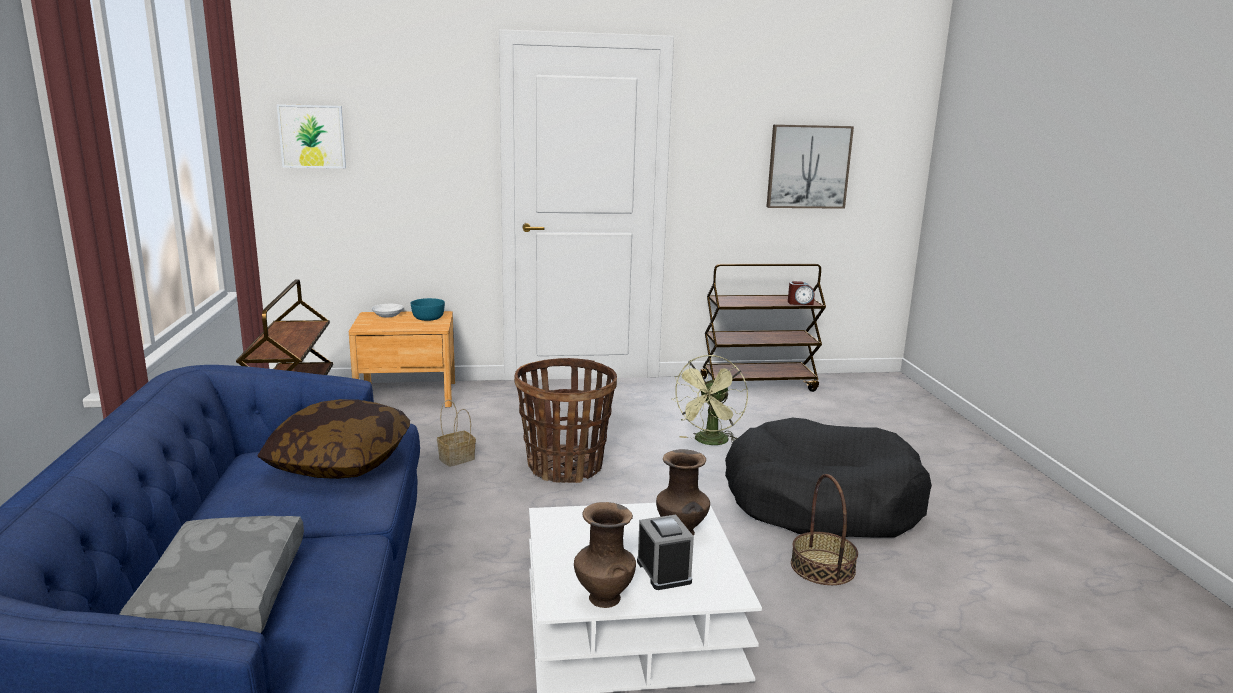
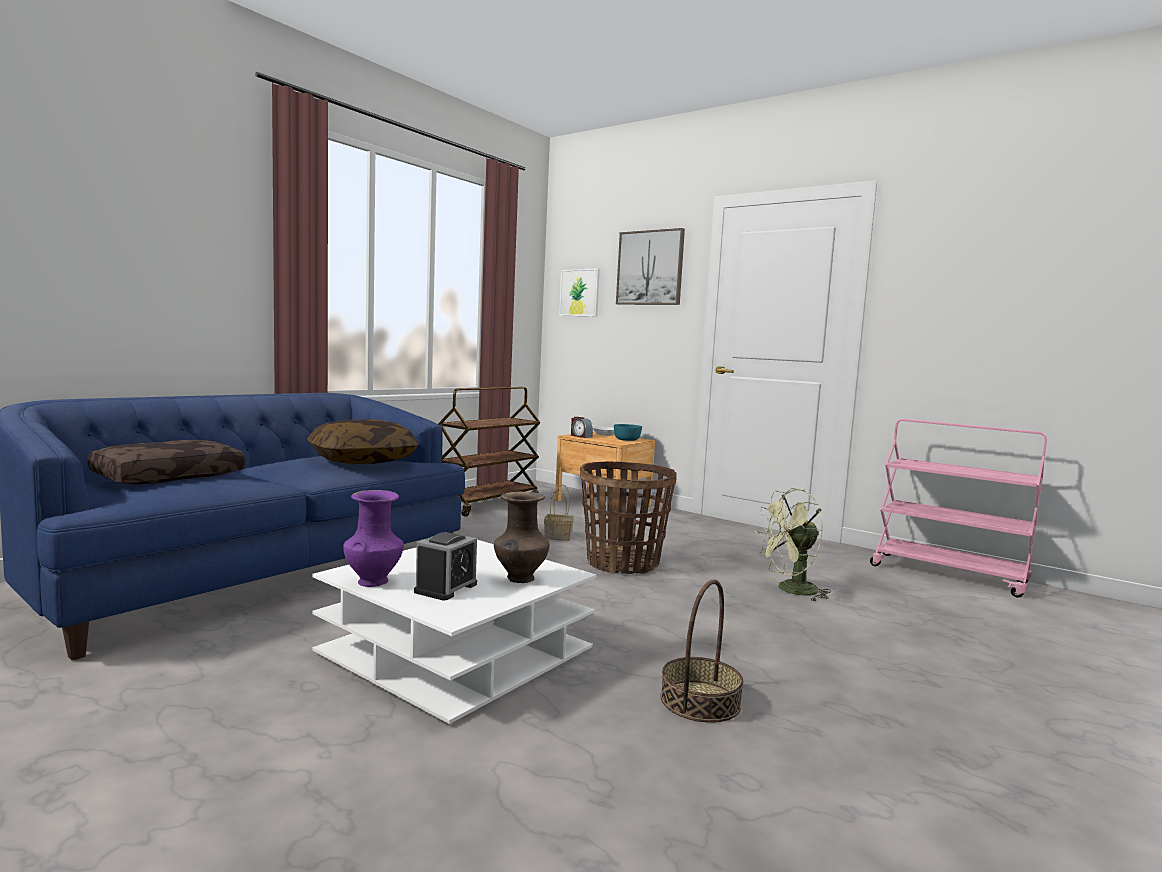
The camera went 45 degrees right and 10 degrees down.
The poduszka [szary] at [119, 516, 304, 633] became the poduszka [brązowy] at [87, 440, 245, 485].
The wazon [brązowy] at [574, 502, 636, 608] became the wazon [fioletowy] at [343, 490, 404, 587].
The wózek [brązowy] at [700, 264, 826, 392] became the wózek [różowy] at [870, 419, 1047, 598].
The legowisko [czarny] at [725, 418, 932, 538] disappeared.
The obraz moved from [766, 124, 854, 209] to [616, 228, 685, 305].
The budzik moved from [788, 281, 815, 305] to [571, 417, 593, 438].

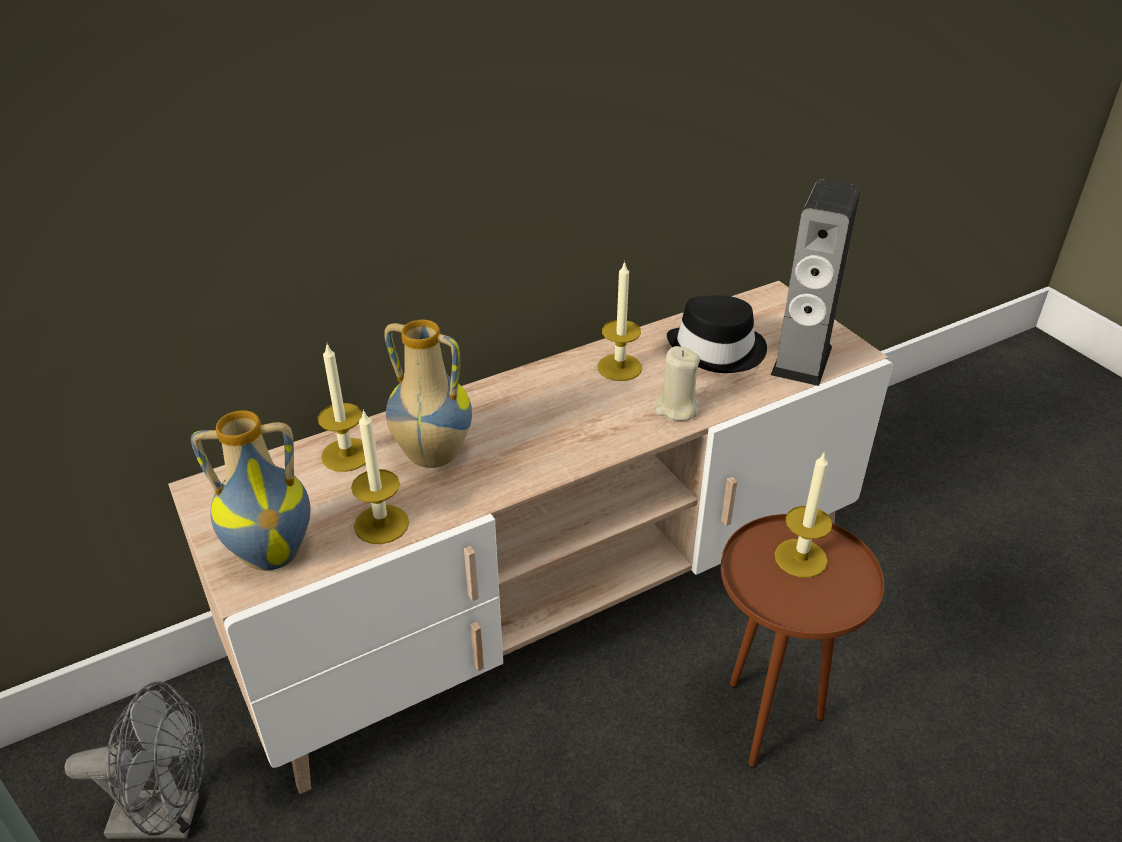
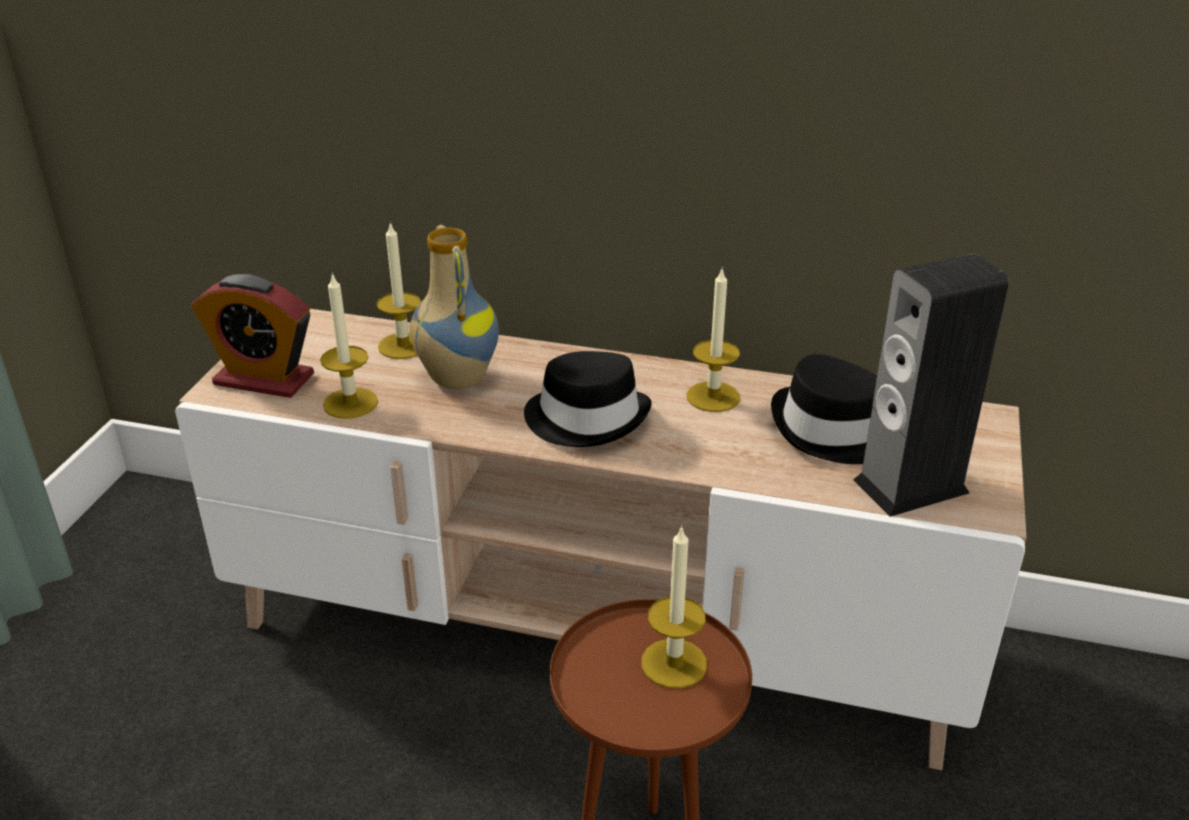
The camera went 45 degrees right and 5 degrees down.
The wentylator [szary] at [64, 681, 205, 839] disappeared.
The wazon at [191, 410, 310, 571] was replaced by the budzik at [191, 274, 314, 398].
The świeca [beżowy] at [655, 346, 700, 421] disappeared.
The kapelusz [czarny] at [524, 351, 652, 447] appeared.

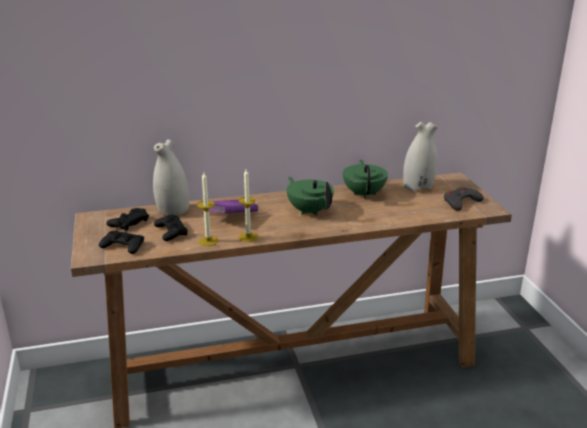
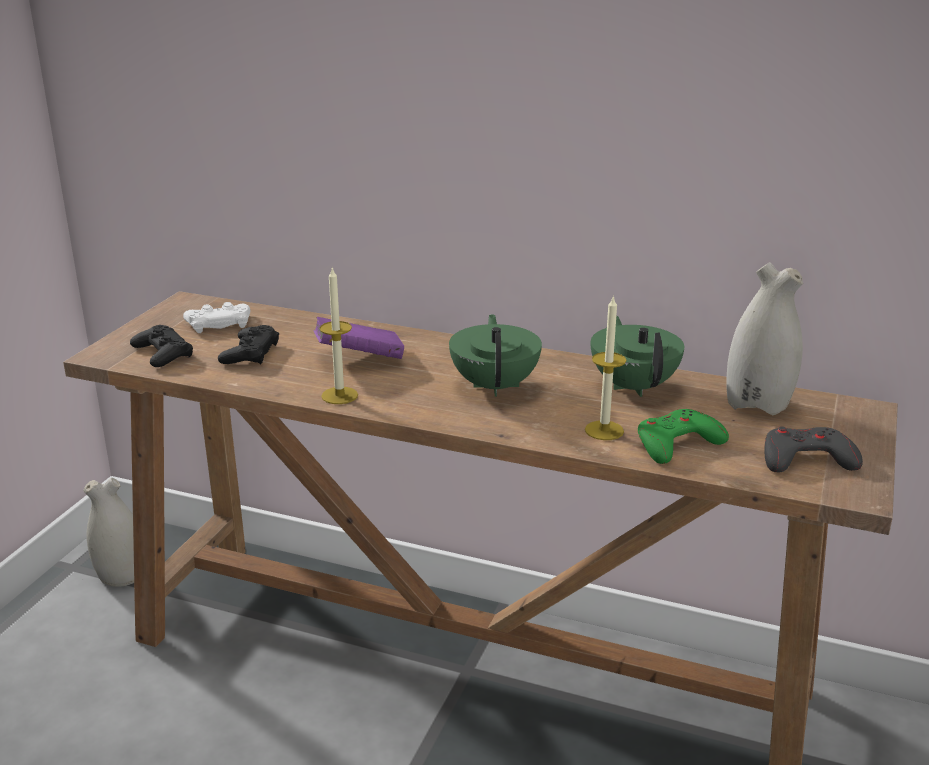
The camera went 35 degrees right and 0 degrees up.
The pad do gier [czarny] at [106, 208, 149, 231] became the pad do gier [biały] at [183, 302, 250, 333].
The wazon [biały] moved from [153, 140, 189, 216] to [83, 478, 134, 587].
The świeca moved from [197, 173, 219, 246] to [585, 295, 626, 440].
The imbryk [zielony] at [343, 160, 388, 199] turned 45 degrees counterclockwise.
The pad do gier [zielony] at [638, 409, 729, 464] appeared.

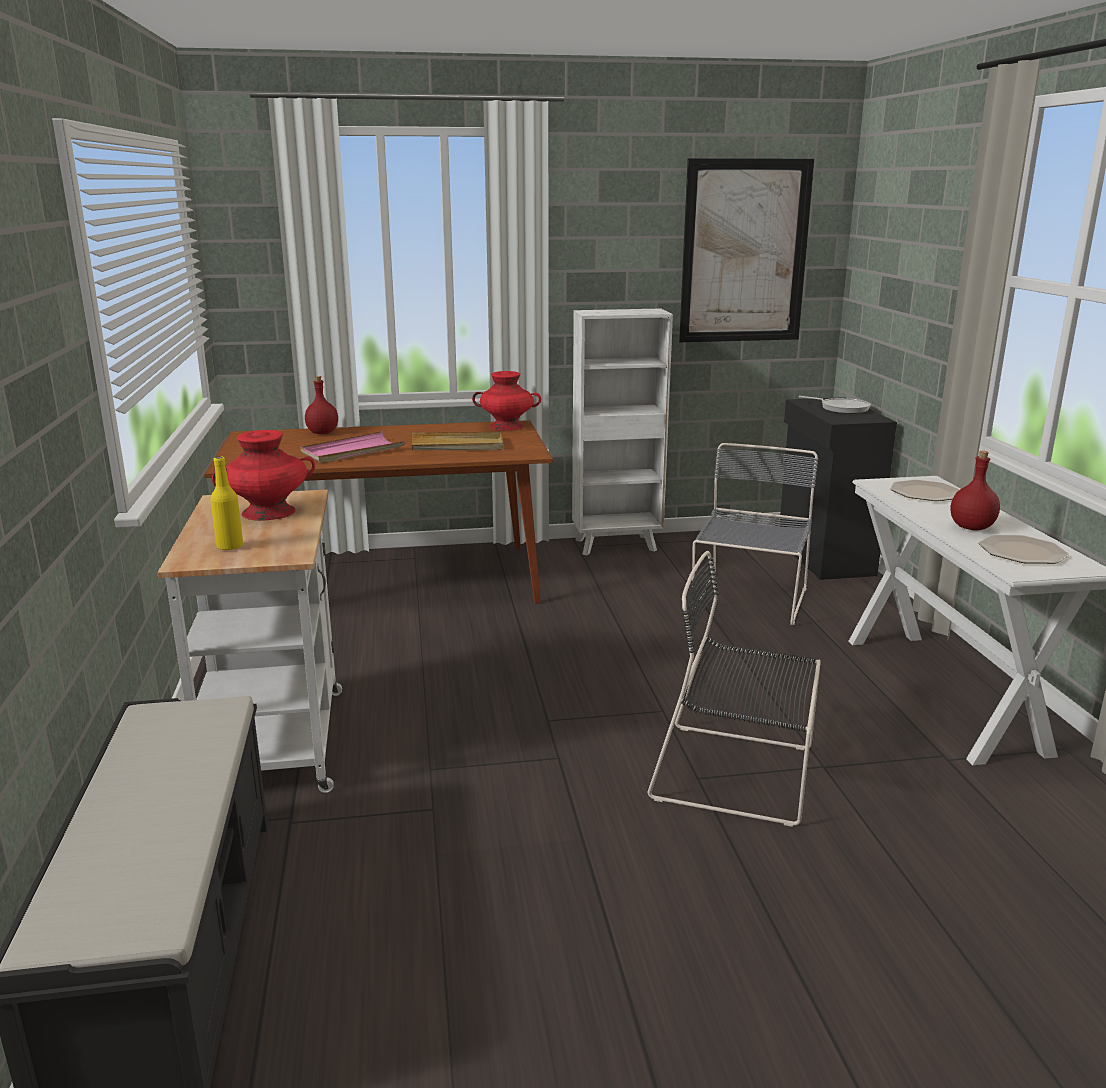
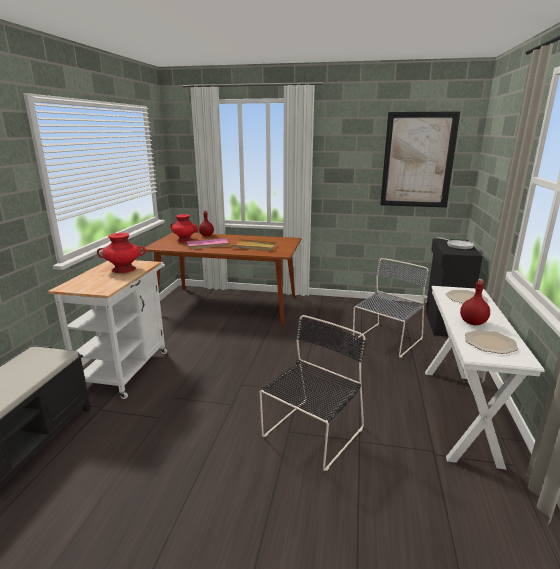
The camera went 20 degrees right and 0 degrees up.
The butelka [żółty] at [210, 457, 243, 550] disappeared.
The wazon [czerwony] moved from [472, 371, 541, 431] to [170, 214, 198, 243].
The regał [biały] at [572, 308, 673, 556] disappeared.
The krzesło [czarny] at [648, 551, 821, 827] turned 90 degrees clockwise.

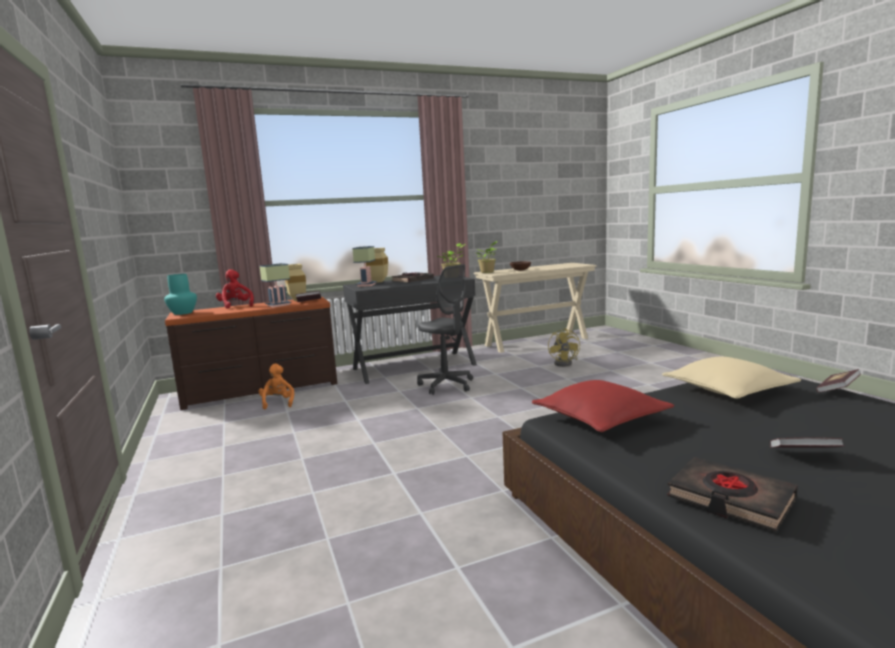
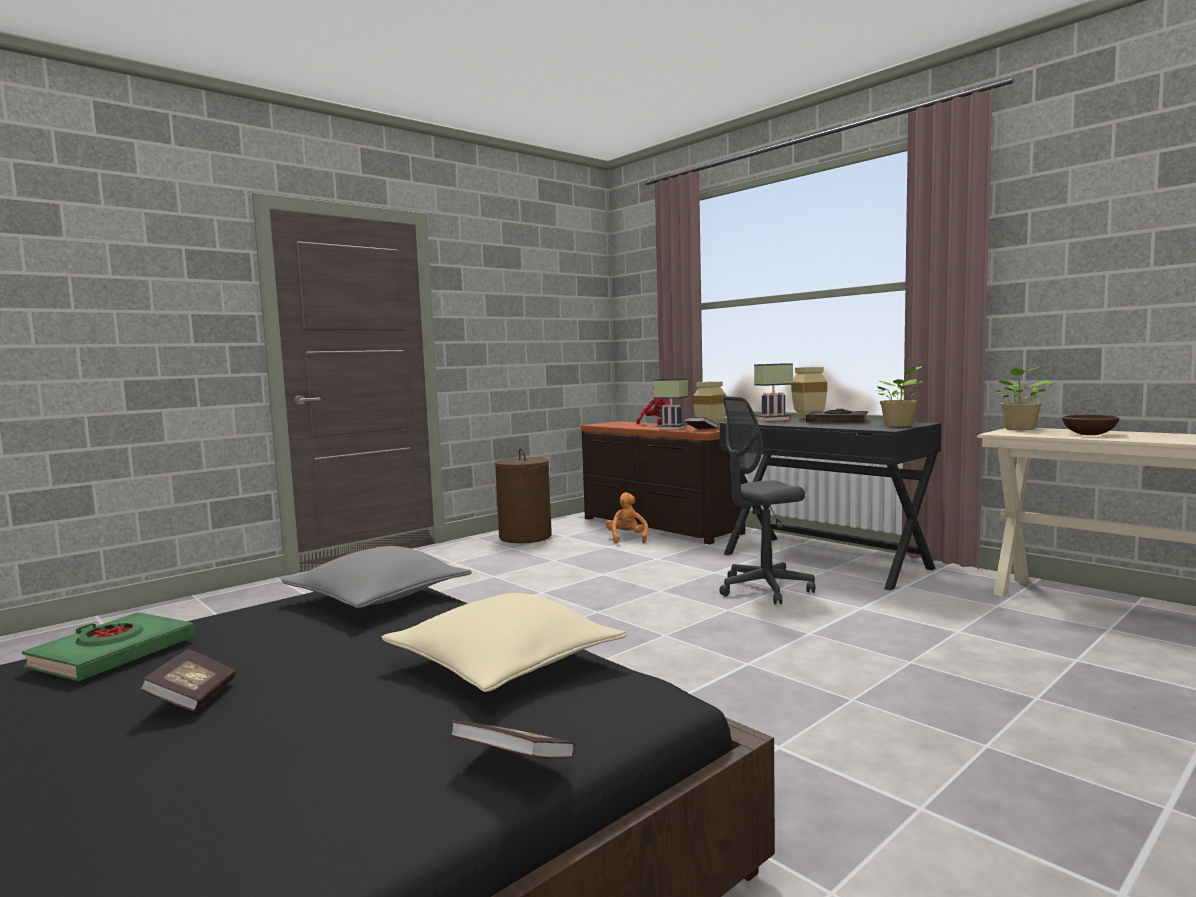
The camera went 70 degrees right and 5 degrees down.
The wazon [turkusowy] at [164, 274, 197, 315] disappeared.
The pluszak [pomarańczowy] at [259, 364, 294, 409] turned 60 degrees counterclockwise.
The krzesło biurowe [szary] at [417, 264, 473, 395] turned 45 degrees clockwise.
The poduszka [czerwony] at [532, 380, 674, 432] became the poduszka [szary] at [281, 546, 472, 608].
The wentylator [żółty] at [548, 328, 580, 367] disappeared.
The książka [czarny] at [667, 457, 798, 532] became the książka [zielony] at [22, 612, 195, 681].
The kosz na pranie [brązowy] at [495, 448, 552, 543] appeared.

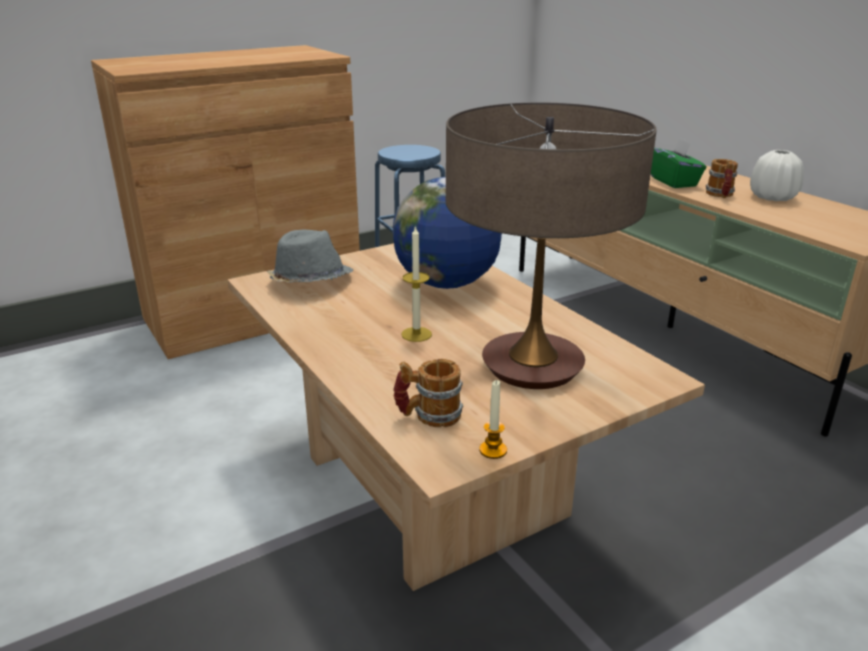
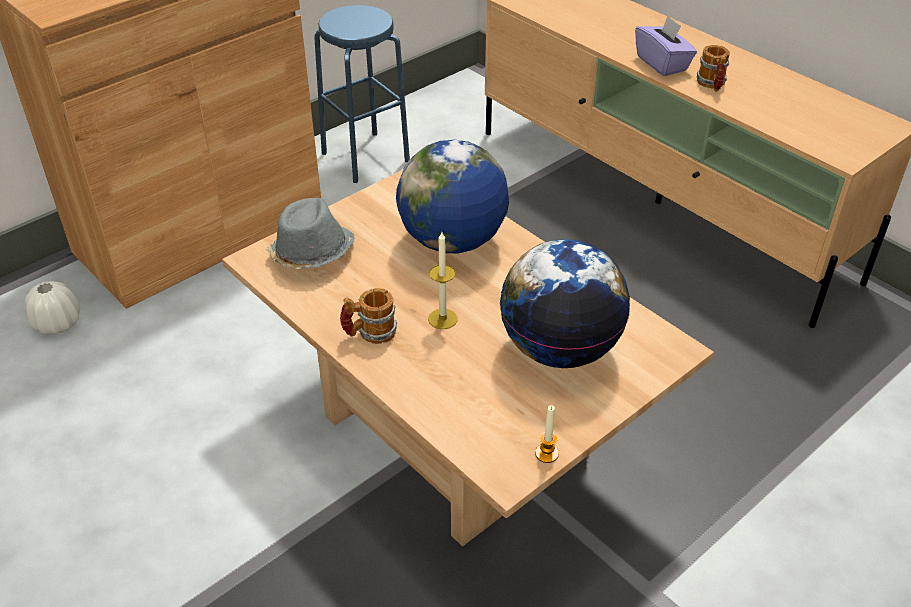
The camera went 10 degrees left and 15 degrees up.
The kubek moved from [393, 359, 463, 427] to [340, 288, 397, 344].
The lampa stołowa at [446, 102, 657, 389] was replaced by the globus at [500, 239, 630, 368].
The pudełko chusteczek [zielony] at [651, 138, 706, 188] became the pudełko chusteczek [fioletowy] at [635, 16, 697, 76].
The wazon [biały] moved from [750, 150, 804, 201] to [25, 281, 80, 335].

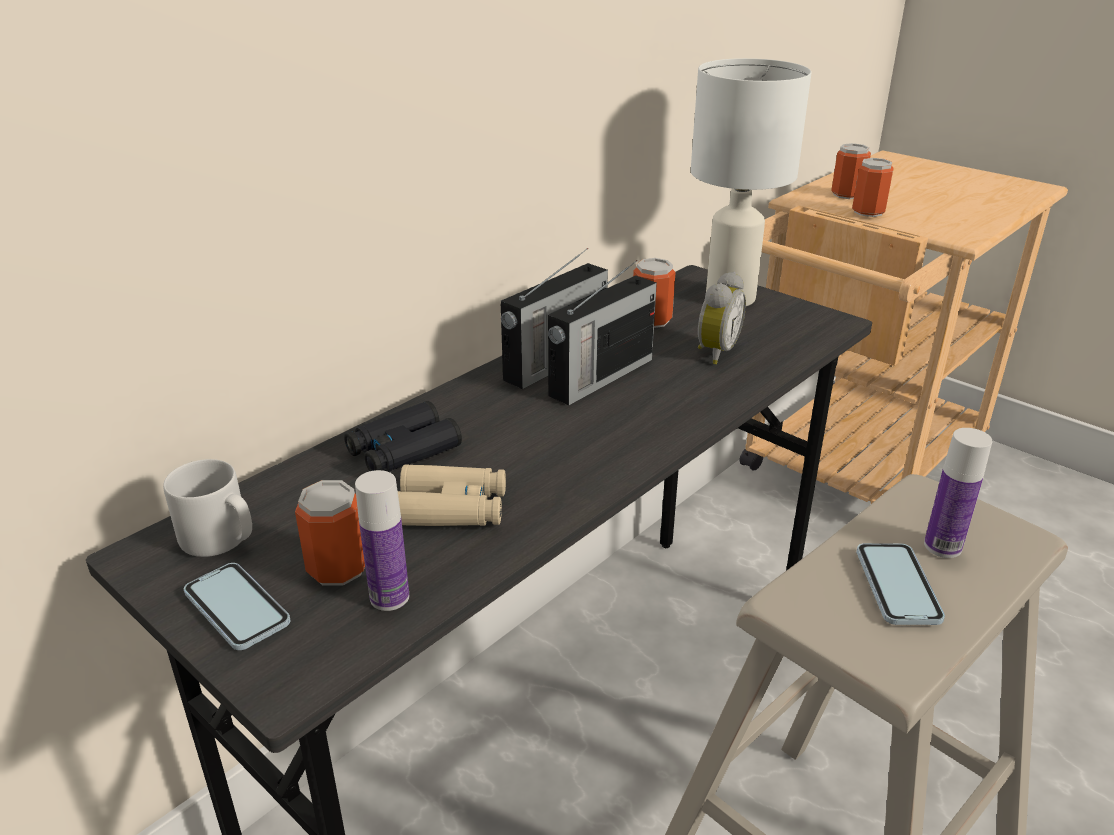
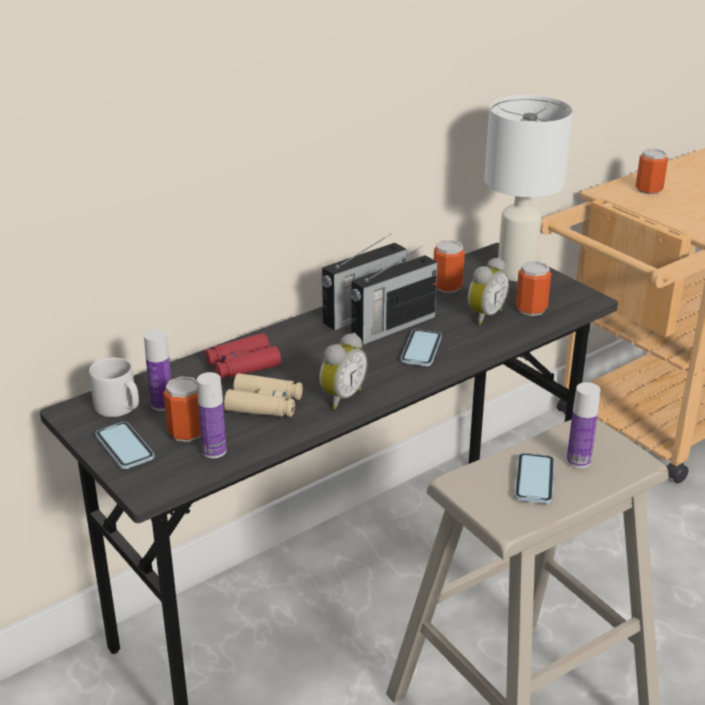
The camera went 10 degrees right and 0 degrees up.
The lornetka [czarny] at [344, 401, 462, 472] became the lornetka [czerwony] at [204, 333, 281, 379].
The puszka moved from [852, 158, 894, 217] to [516, 261, 551, 316].
The butelka at [144, 329, 172, 411] appeared.
The budzik at [319, 333, 368, 409] appeared.
The telefon at [400, 329, 442, 366] appeared.

